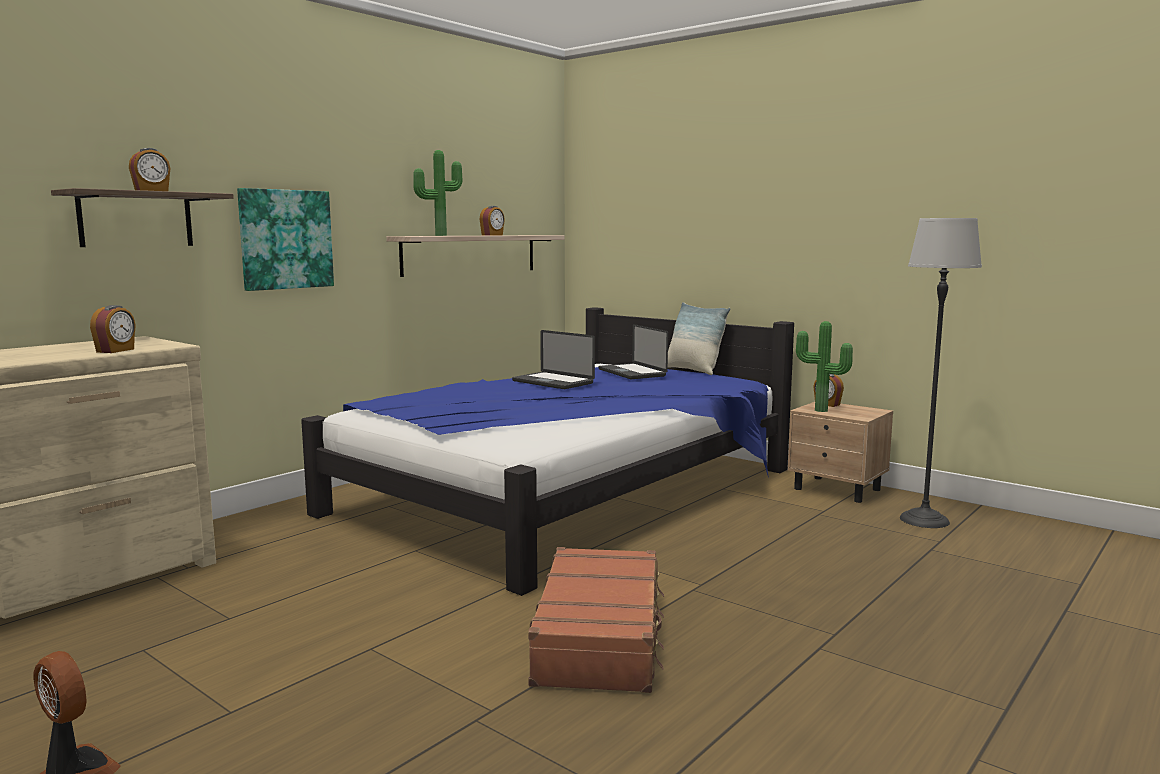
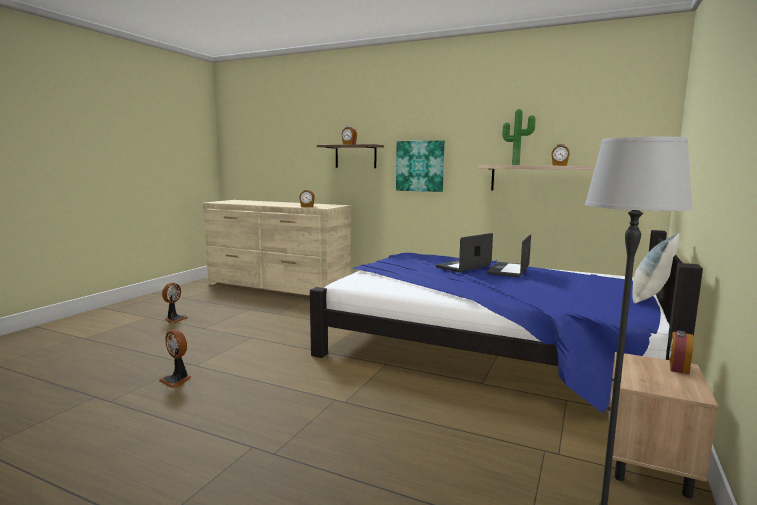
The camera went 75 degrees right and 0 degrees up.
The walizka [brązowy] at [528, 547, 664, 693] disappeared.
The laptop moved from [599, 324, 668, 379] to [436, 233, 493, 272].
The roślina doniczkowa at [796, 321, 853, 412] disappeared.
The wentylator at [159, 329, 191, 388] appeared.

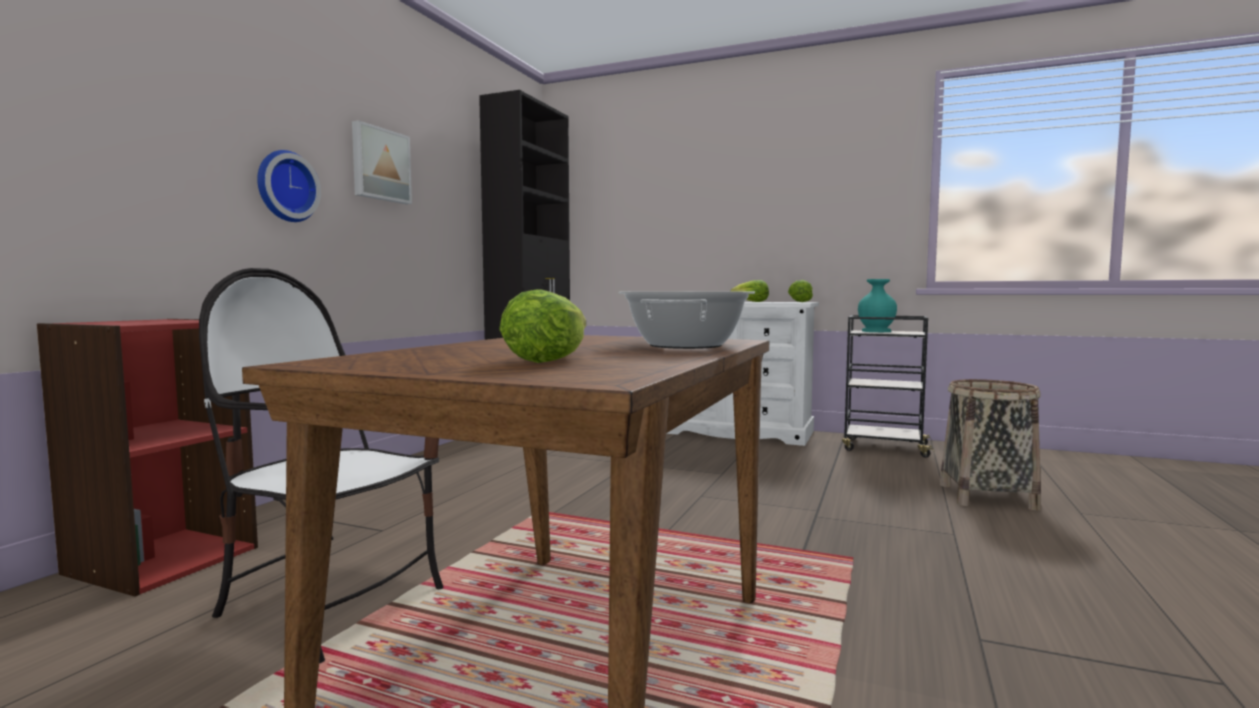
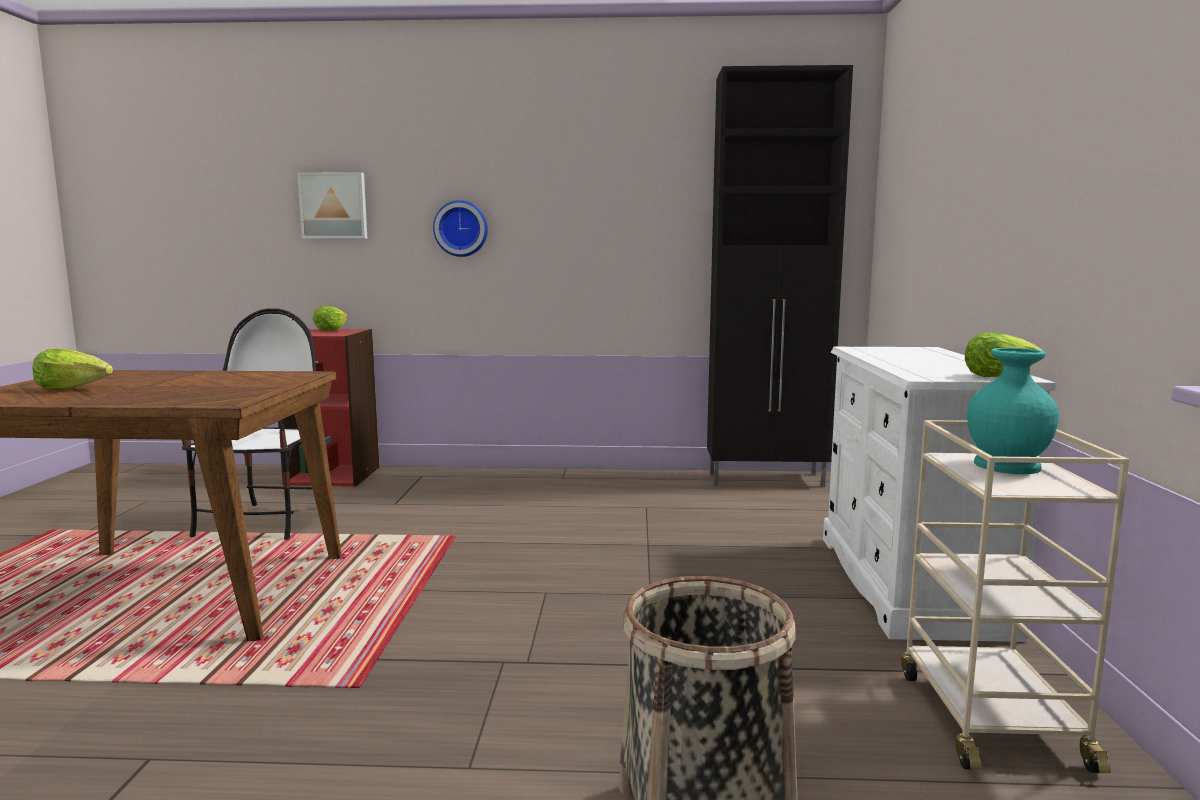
The camera went 70 degrees right and 5 degrees up.
The obraz moved from [352, 120, 412, 204] to [297, 172, 367, 239].
The garnek at [619, 291, 755, 349] disappeared.
The sałata moved from [731, 280, 769, 302] to [313, 306, 348, 331].
The wózek [czarny] at [842, 315, 935, 458] became the wózek [beżowy] at [901, 420, 1129, 773].

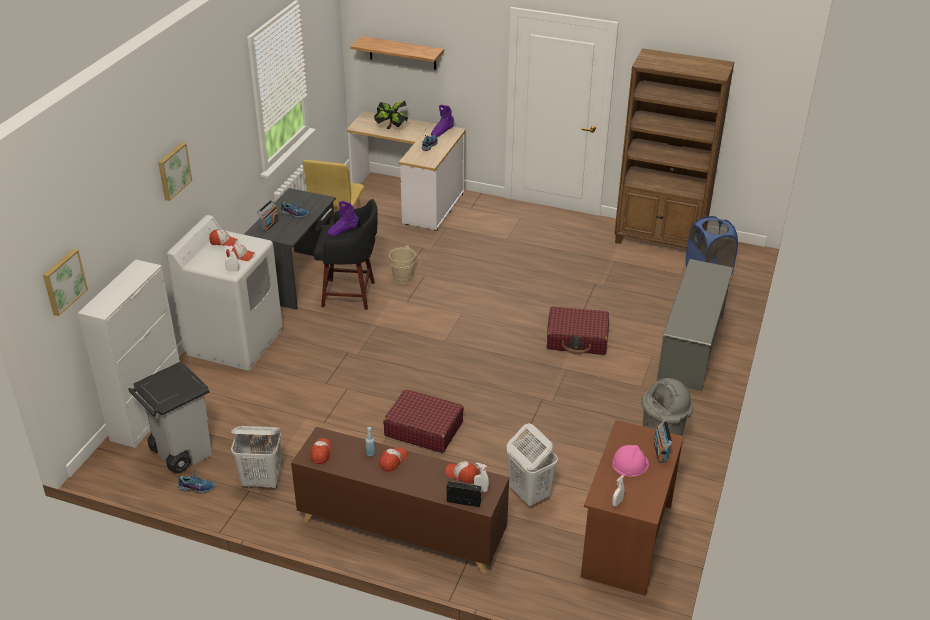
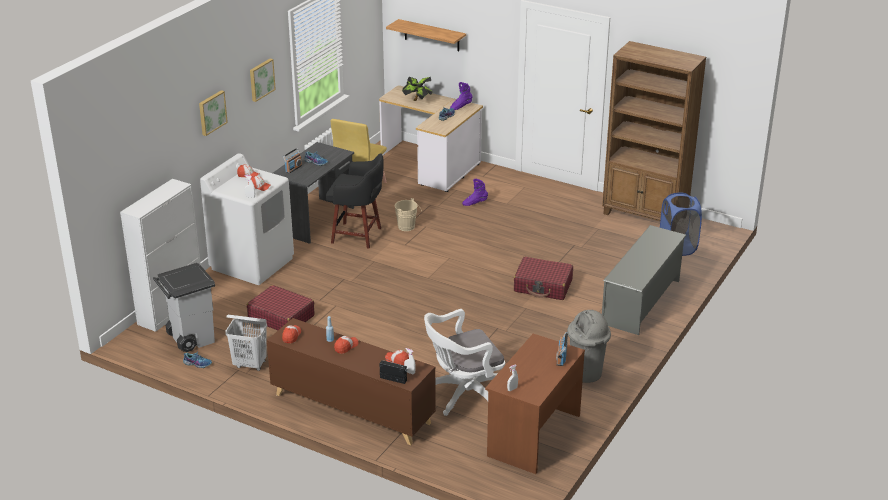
The camera went 10 degrees right and 5 degrees down.
The obraz moved from [43, 249, 88, 316] to [250, 59, 276, 102].
The but z cholewką [fioletowy] moved from [327, 201, 359, 236] to [462, 179, 488, 206].
The walizka [czerwony] moved from [383, 389, 464, 453] to [247, 285, 314, 330].
The kosz na pranie [biały] at [506, 423, 558, 506] was replaced by the krzesło biurowe [biały] at [424, 309, 505, 416].
The kask [różowy] at [612, 445, 649, 477] disappeared.

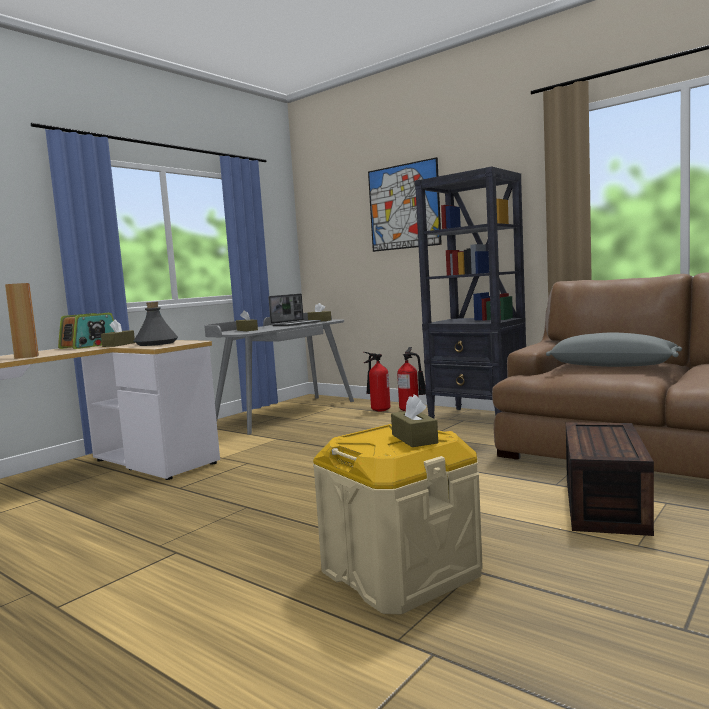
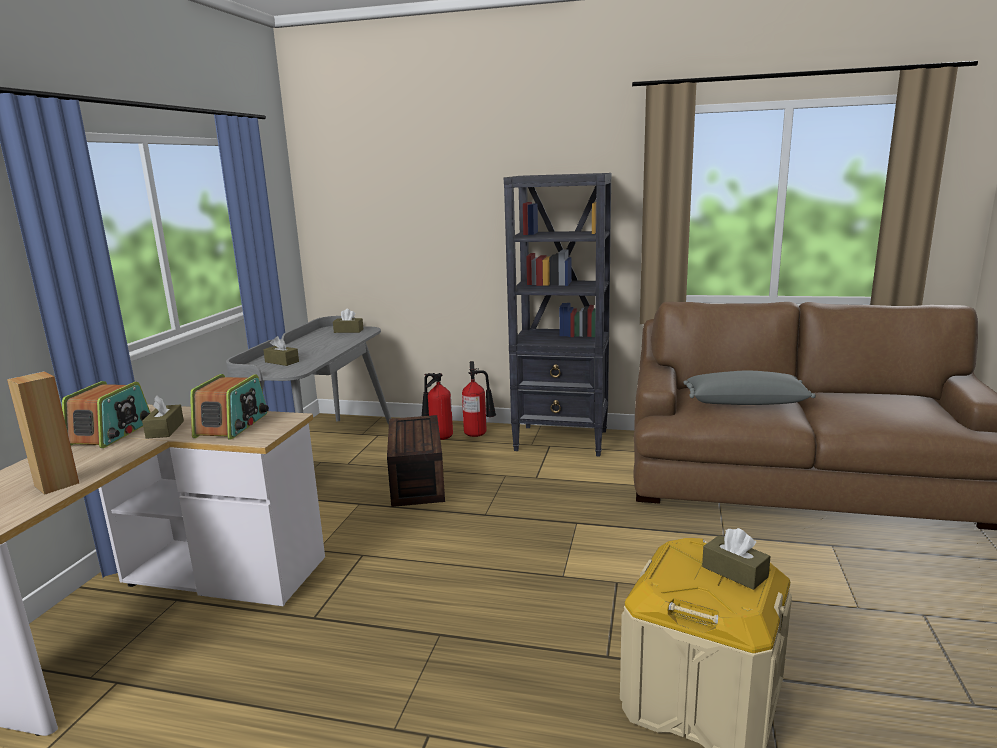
The camera went 25 degrees left and 10 degrees up.
The butelka [szary] at [134, 302, 178, 346] was replaced by the radio at [190, 374, 269, 440].
The laptop at [268, 294, 321, 326] disappeared.
The obraz at [368, 157, 442, 252] disappeared.
The pojemnik do przechowywania [brązowy] moved from [566, 422, 654, 536] to [387, 415, 445, 507].

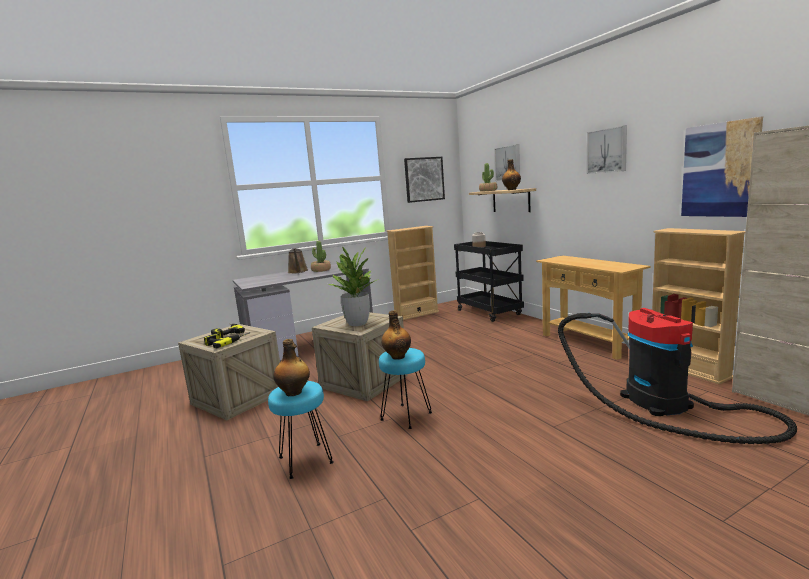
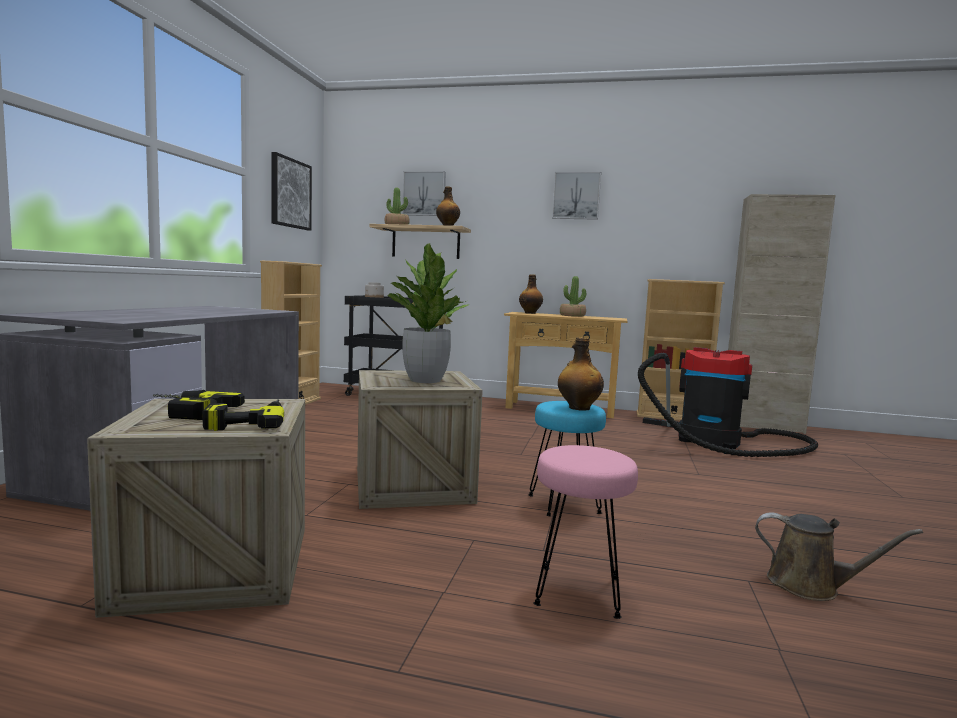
The camera went 50 degrees left and 5 degrees down.
The stołek [turkusowy] at [268, 381, 334, 479] became the stołek [różowy] at [533, 445, 638, 619].
The butelka moved from [273, 339, 310, 396] to [519, 274, 543, 314].
The konewka [brązowy] moved from [288, 248, 308, 274] to [755, 513, 923, 601].
The roślina doniczkowa moved from [311, 241, 331, 272] to [560, 276, 586, 317].
The obraz at [681, 117, 763, 217] disappeared.

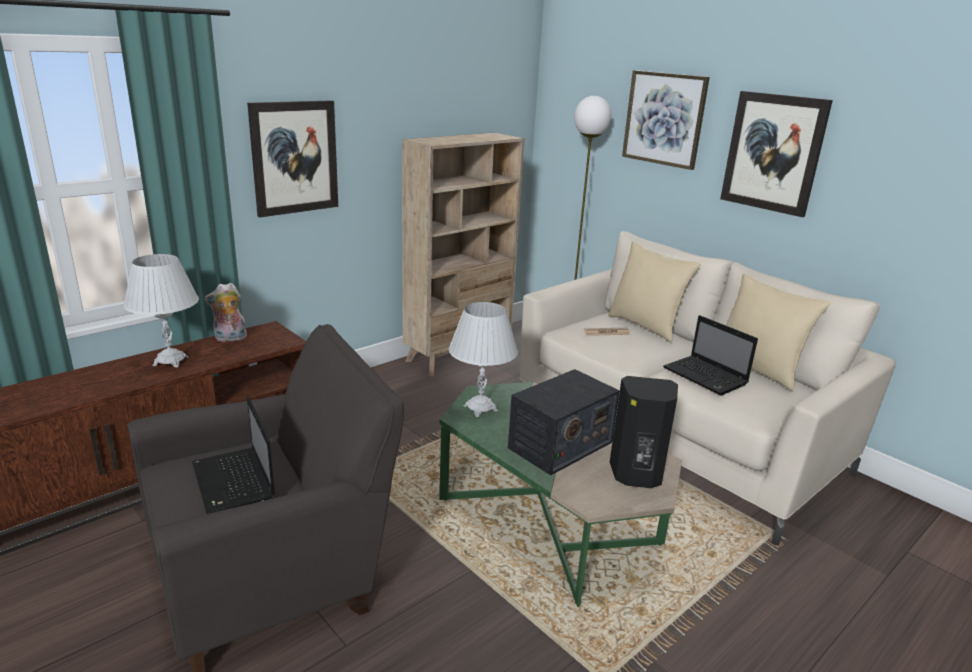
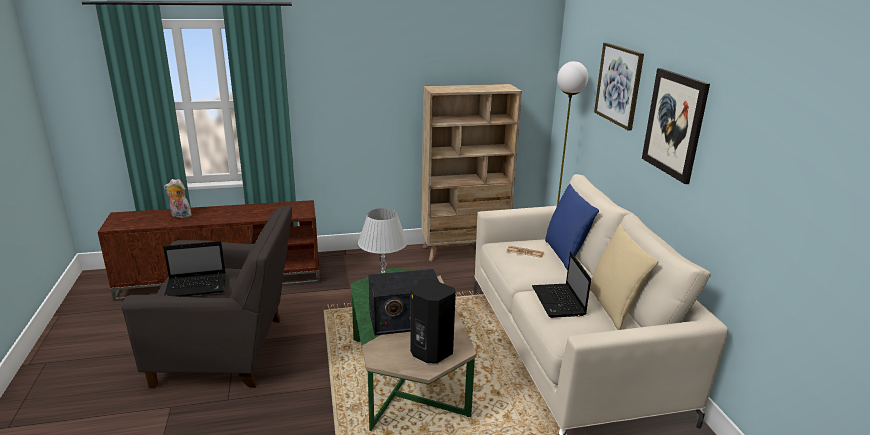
The camera went 30 degrees right and 0 degrees up.
The lampa stołowa [biały] at [123, 254, 199, 368] disappeared.
The laptop at [192, 396, 275, 514] turned 105 degrees counterclockwise.
The pluszak moved from [204, 283, 247, 342] to [164, 179, 192, 218].
The obraz at [247, 100, 338, 217] disappeared.
The poduszka [beżowy] at [608, 241, 701, 342] became the poduszka [niebieski] at [545, 184, 599, 270].

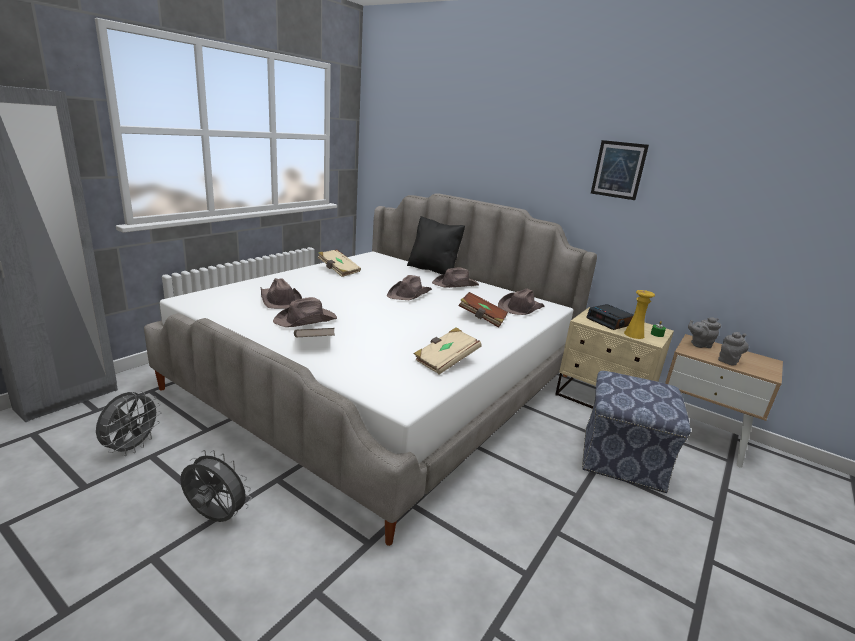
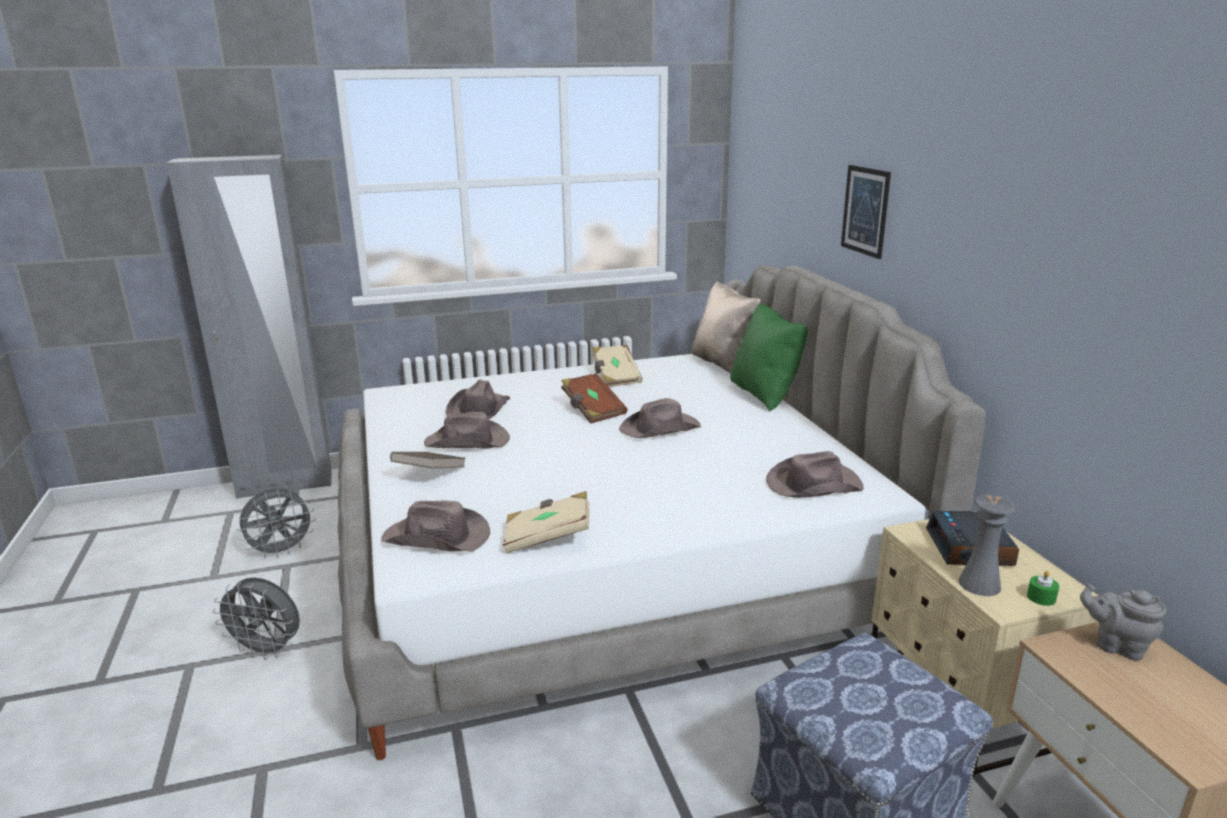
The camera went 40 degrees right and 0 degrees up.
The wentylator [szary] at [180, 450, 252, 522] turned 135 degrees clockwise.
The poduszka [czarny] at [407, 216, 465, 275] became the poduszka [zielony] at [730, 302, 808, 412].
The kapelusz [brązowy] moved from [432, 267, 479, 288] to [381, 500, 490, 552].
The książka [brązowy] moved from [458, 292, 508, 328] to [561, 373, 627, 424].
The obraz moved from [591, 140, 649, 200] to [841, 165, 891, 259].
The wazon [żółty] at [624, 290, 655, 339] became the wazon [szary] at [959, 495, 1015, 596].
The imbryk [szary] at [718, 332, 748, 365] disappeared.
The poduszka [beżowy] at [692, 281, 761, 374] appeared.

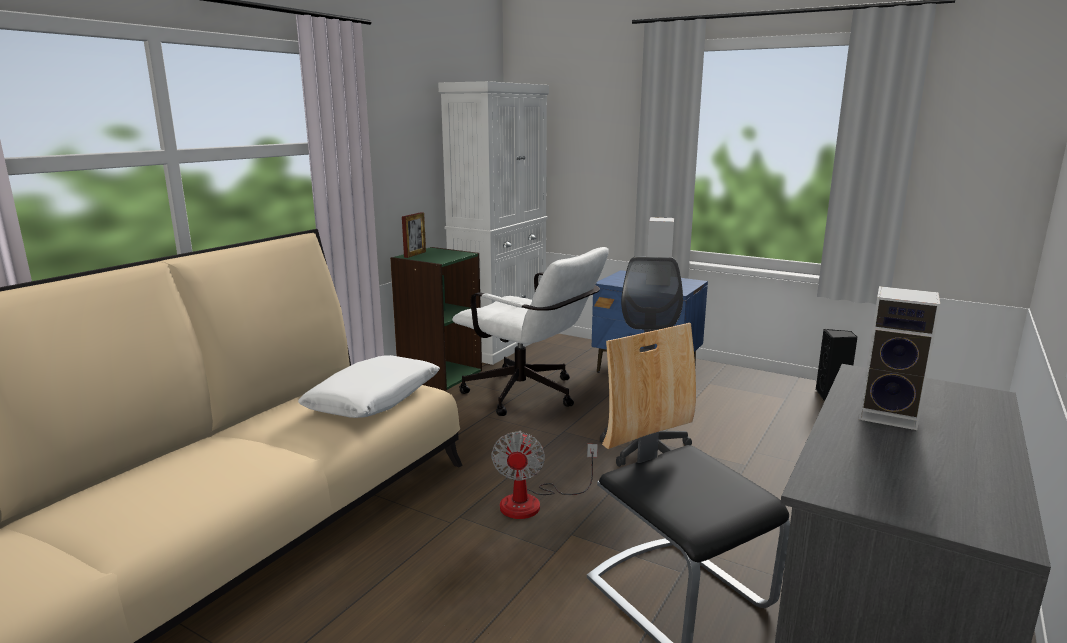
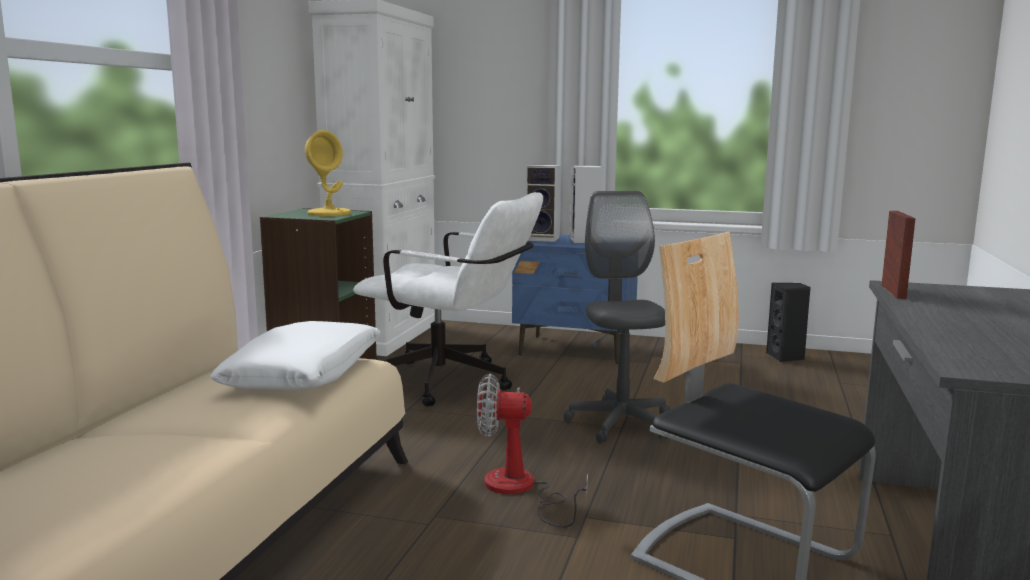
The camera went 15 degrees left and 5 degrees down.
The ramka na zdjęcie moved from [402, 212, 426, 258] to [881, 211, 915, 299].
The wentylator at [491, 430, 598, 519] turned 105 degrees clockwise.
The głośnik moved from [858, 286, 940, 430] to [525, 164, 561, 242].
The lampa stołowa [żółty] at [305, 130, 351, 216] appeared.

